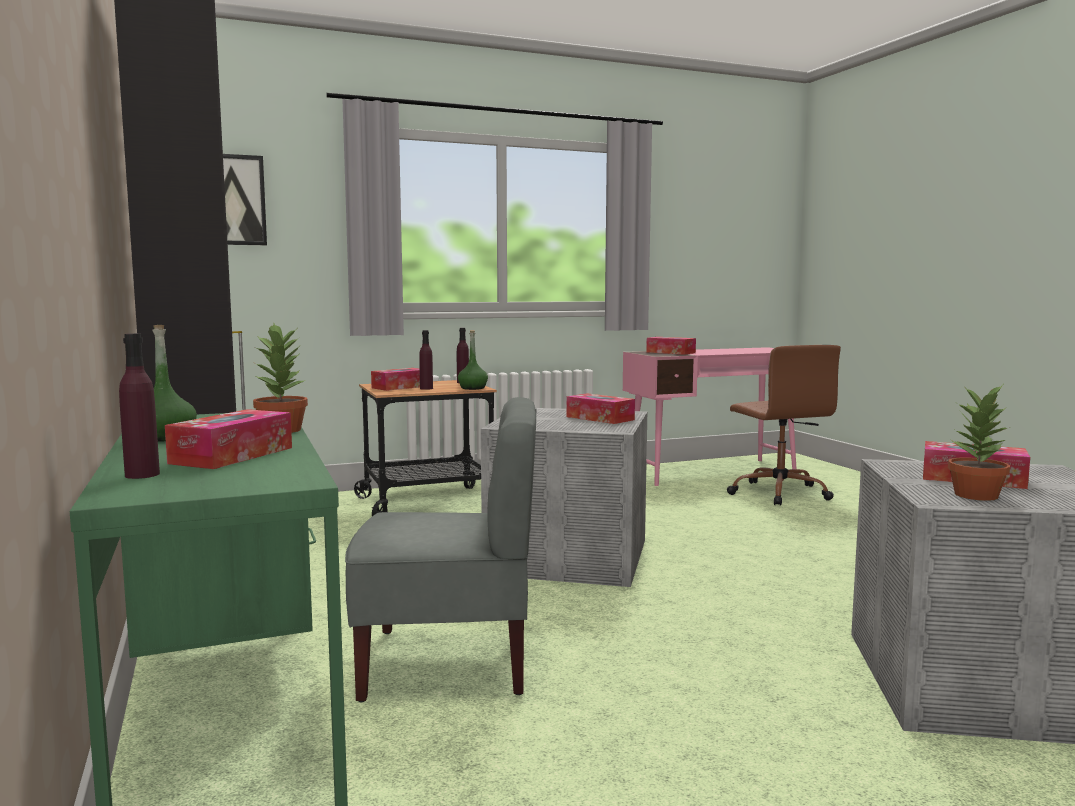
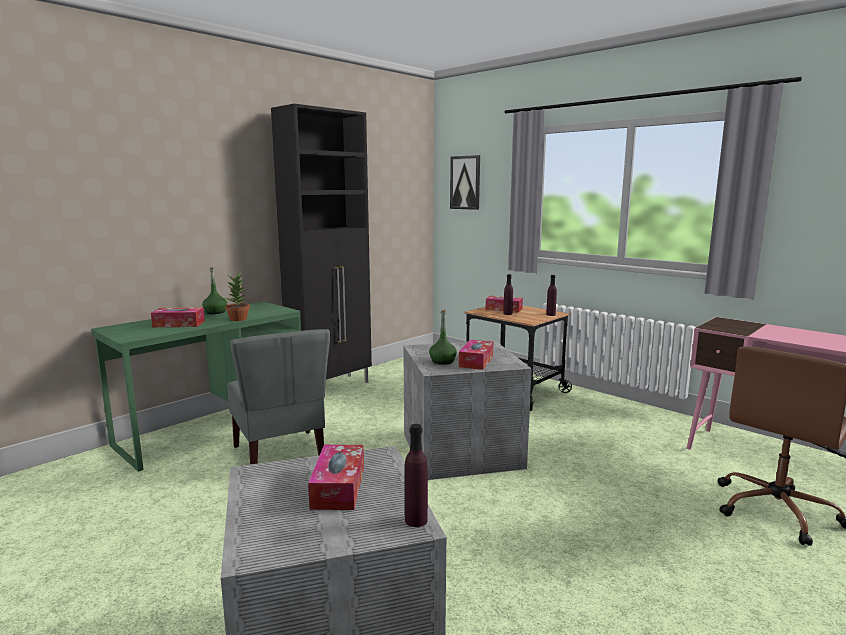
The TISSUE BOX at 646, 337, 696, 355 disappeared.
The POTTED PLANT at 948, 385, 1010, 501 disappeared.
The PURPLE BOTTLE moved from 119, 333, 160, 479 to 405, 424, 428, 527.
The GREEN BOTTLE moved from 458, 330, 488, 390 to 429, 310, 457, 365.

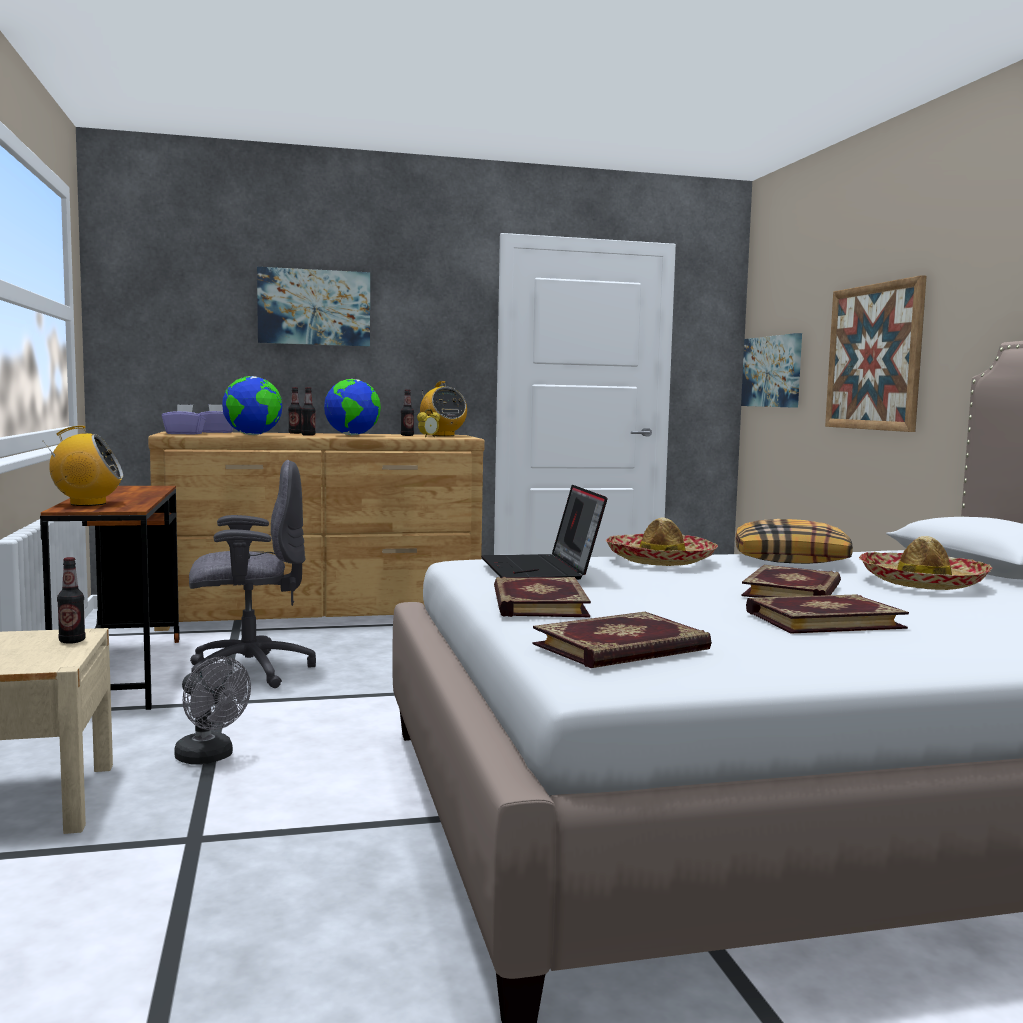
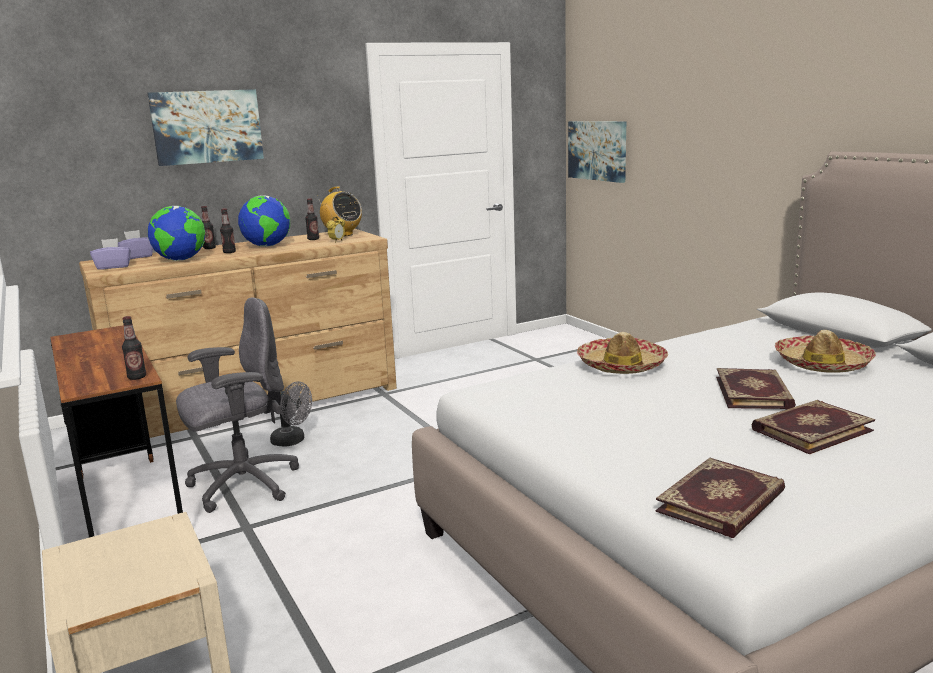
The RADIO at 43, 426, 123, 506 disappeared.
The LAPTOP at 481, 485, 607, 580 disappeared.
The BOOK at 494, 577, 591, 617 disappeared.
The PILLOW at 736, 519, 853, 564 disappeared.
The PICTURE at 825, 275, 927, 432 disappeared.
The BOTTLE moved from 57, 557, 85, 644 to 122, 316, 146, 380.
The GREY FAN moved from 174, 656, 251, 764 to 270, 382, 312, 447.

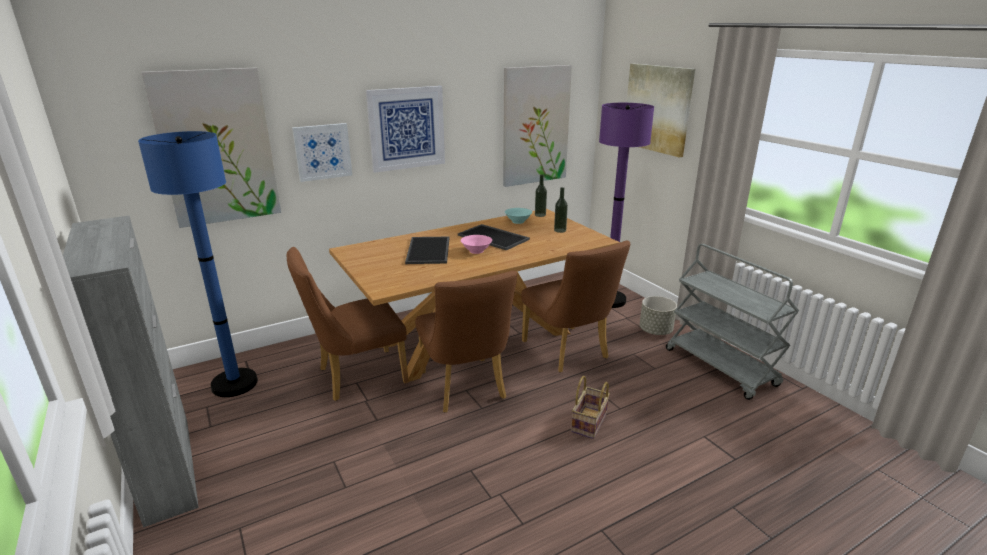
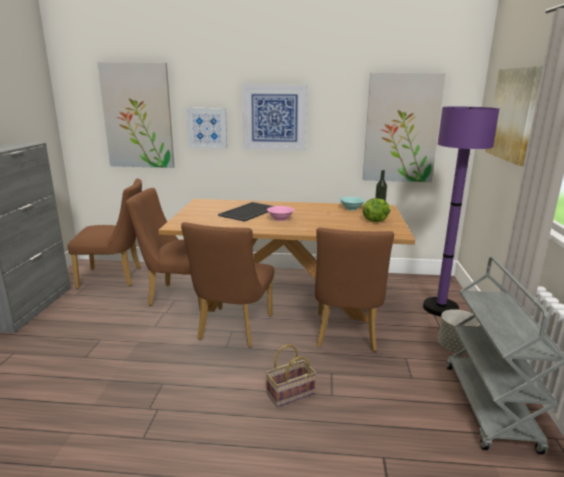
The TRAY at 458, 224, 530, 250 disappeared.
The BLUE FLOOR LAMP at 138, 131, 258, 397 was replaced by the BROWN CHAIR at 67, 178, 142, 289.
The BOTTLE at 554, 187, 568, 233 was replaced by the LETTUCE at 362, 198, 391, 222.

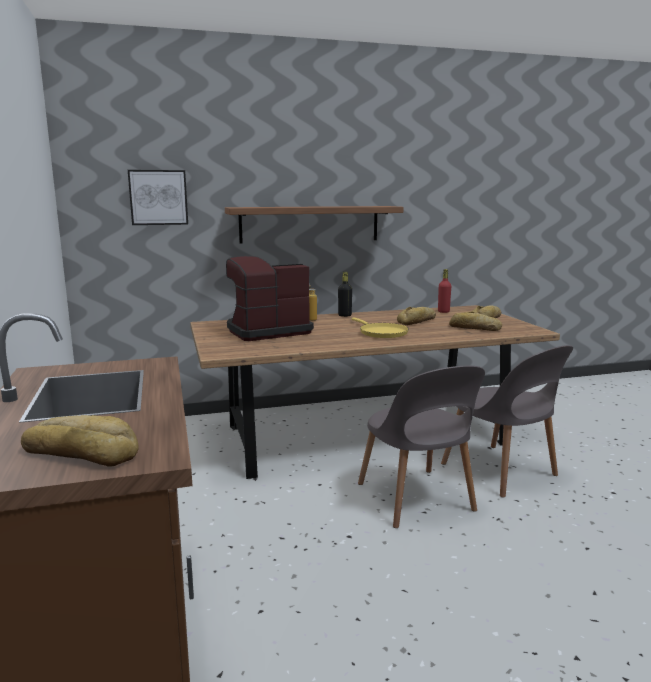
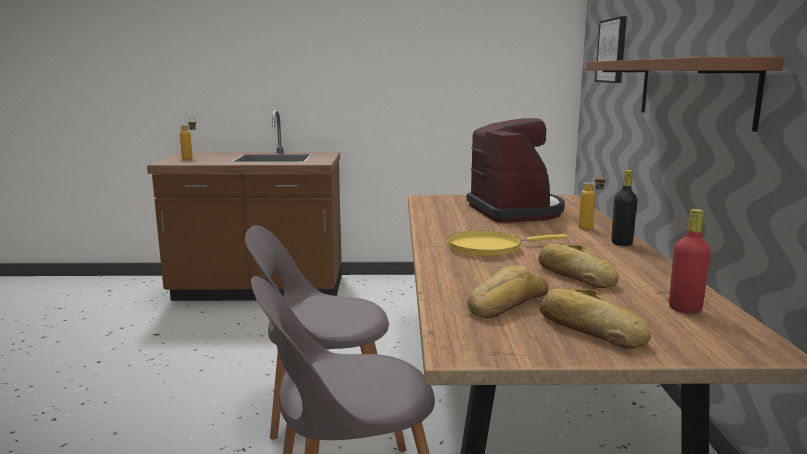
The BREAD at 21, 415, 139, 466 was replaced by the BOTTLE at 180, 117, 196, 160.

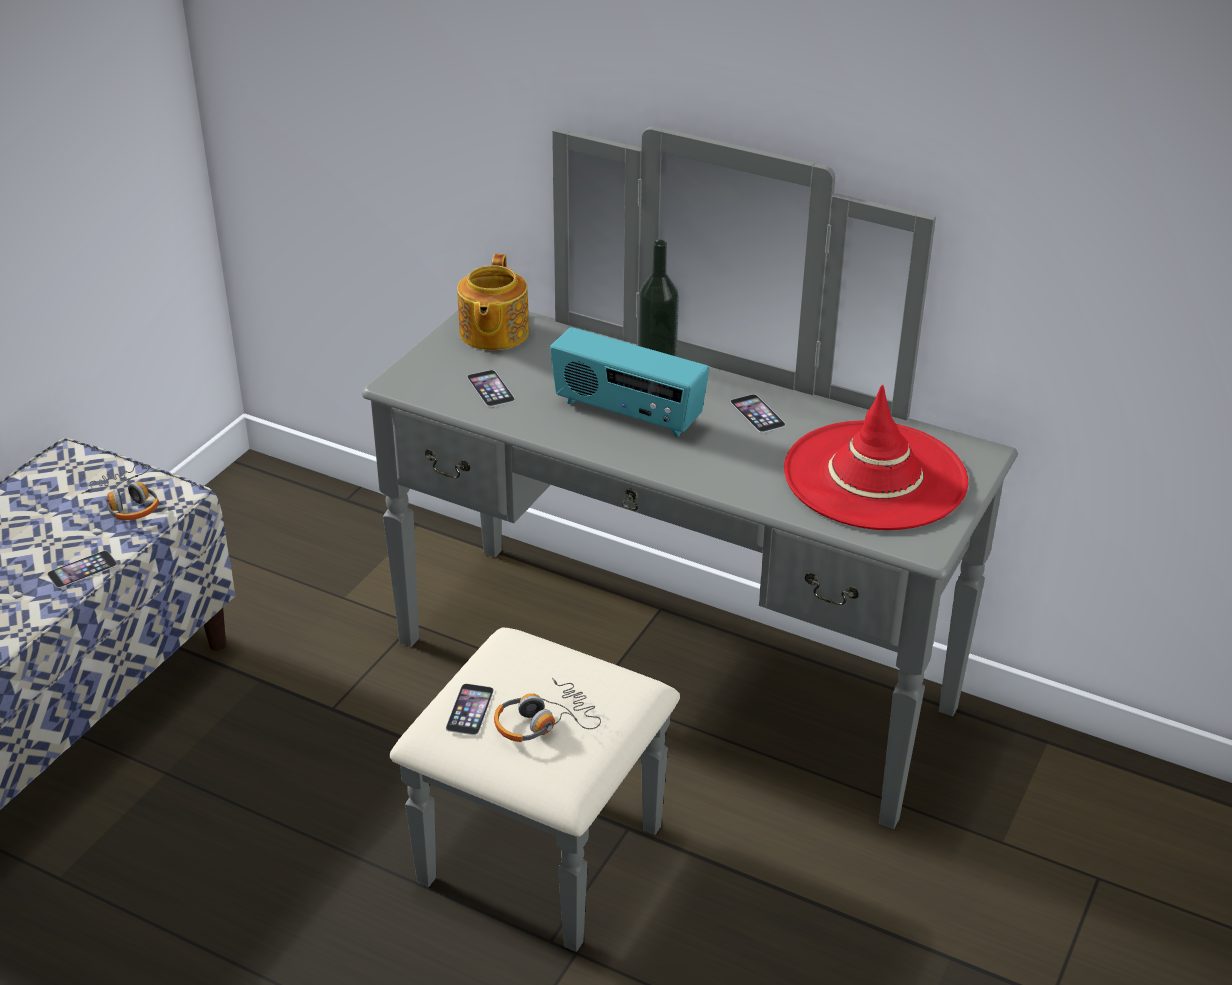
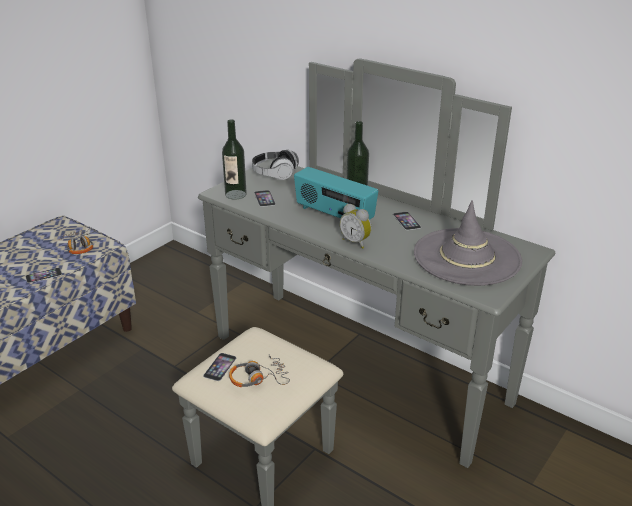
The BOTTLE at 222, 119, 247, 200 appeared.
The ALARM CLOCK at 340, 204, 372, 249 appeared.
The TEAPOT at 457, 254, 529, 350 was replaced by the HEADPHONES at 252, 150, 299, 180.
The RED HAT at 784, 385, 968, 530 became the GREY HAT at 414, 200, 522, 286.

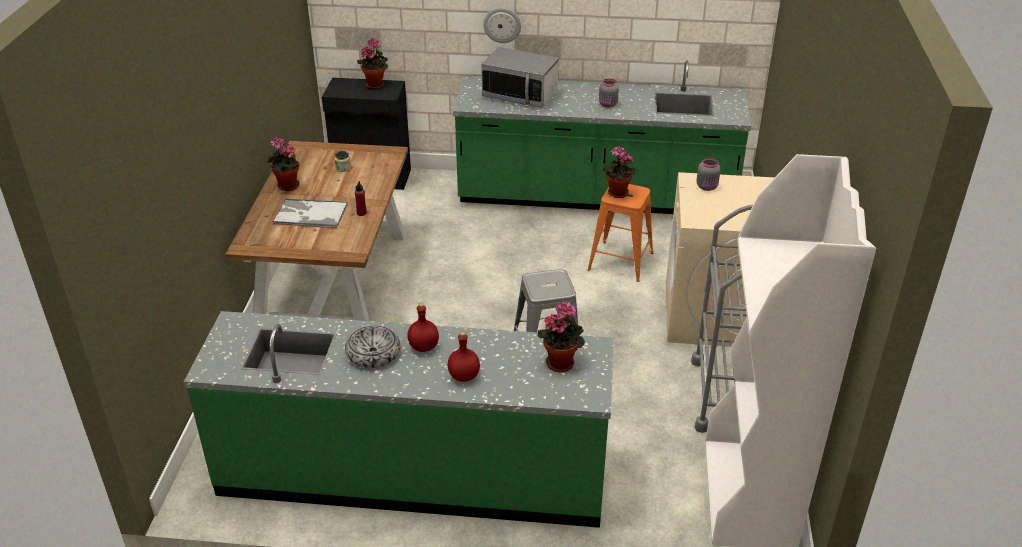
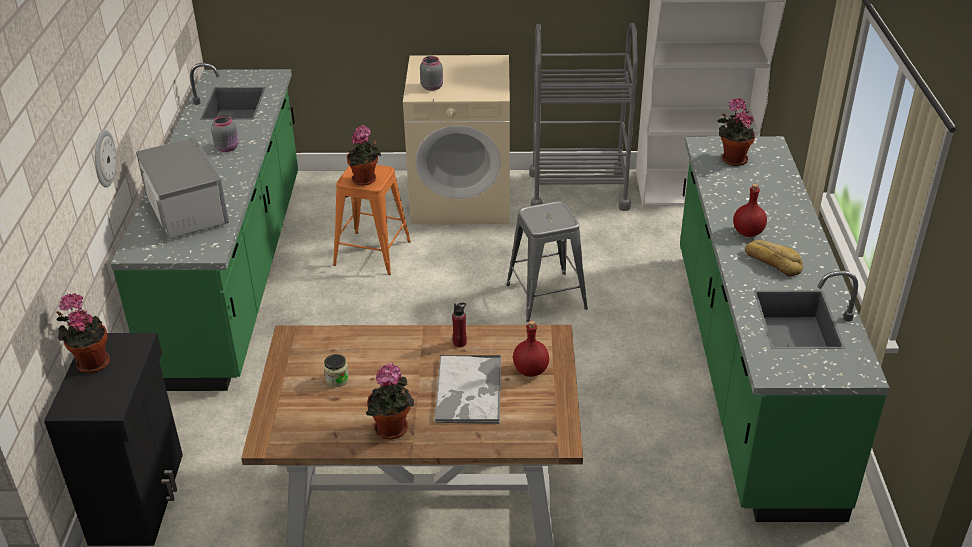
The RED BOTTLE moved from 448, 332, 480, 382 to 513, 320, 549, 377.
The BOWL at 345, 325, 400, 368 was replaced by the BREAD at 745, 240, 803, 277.
The MICROWAVE at 481, 47, 559, 108 turned 45 degrees counterclockwise.

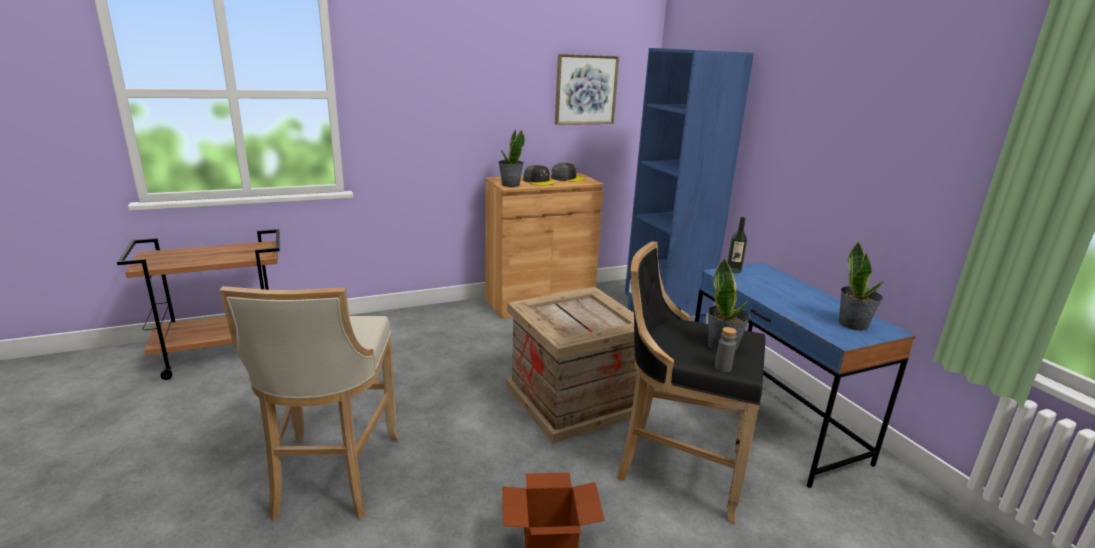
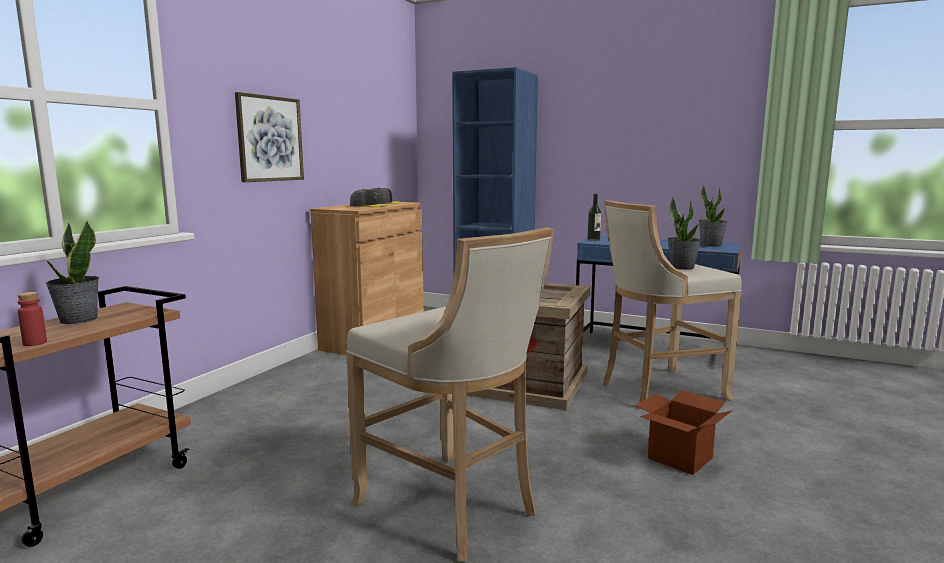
The GREY BOTTLE at 715, 327, 737, 372 disappeared.
The RED BOTTLE at 18, 292, 47, 346 appeared.
The POTTED PLANT moved from 498, 129, 525, 187 to 45, 221, 99, 324.
The PICTURE moved from 555, 54, 619, 125 to 235, 92, 304, 182.
The BLACK STOOL at 617, 242, 765, 524 became the BEIGE STOOL at 603, 200, 742, 409.

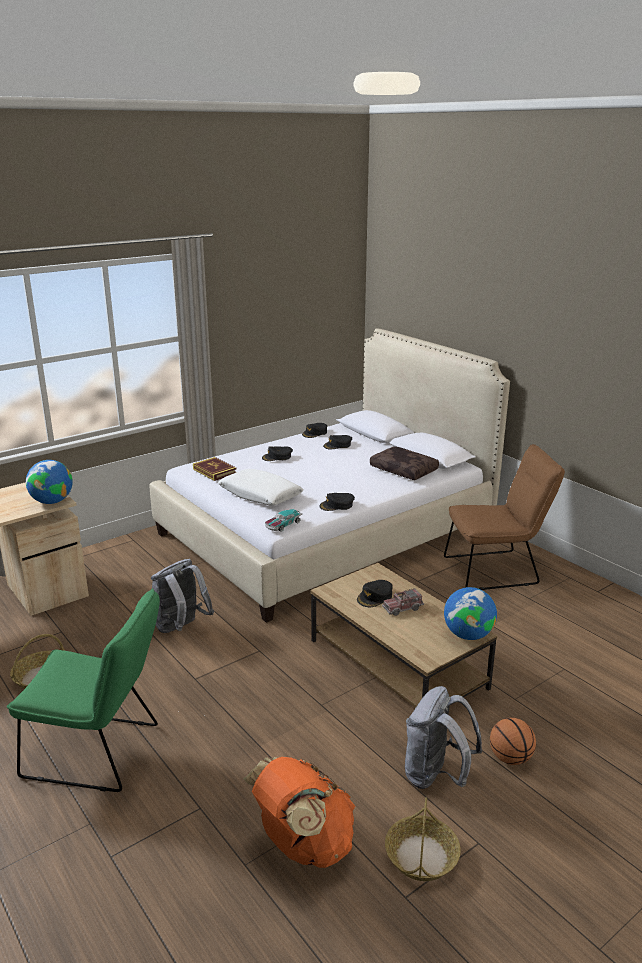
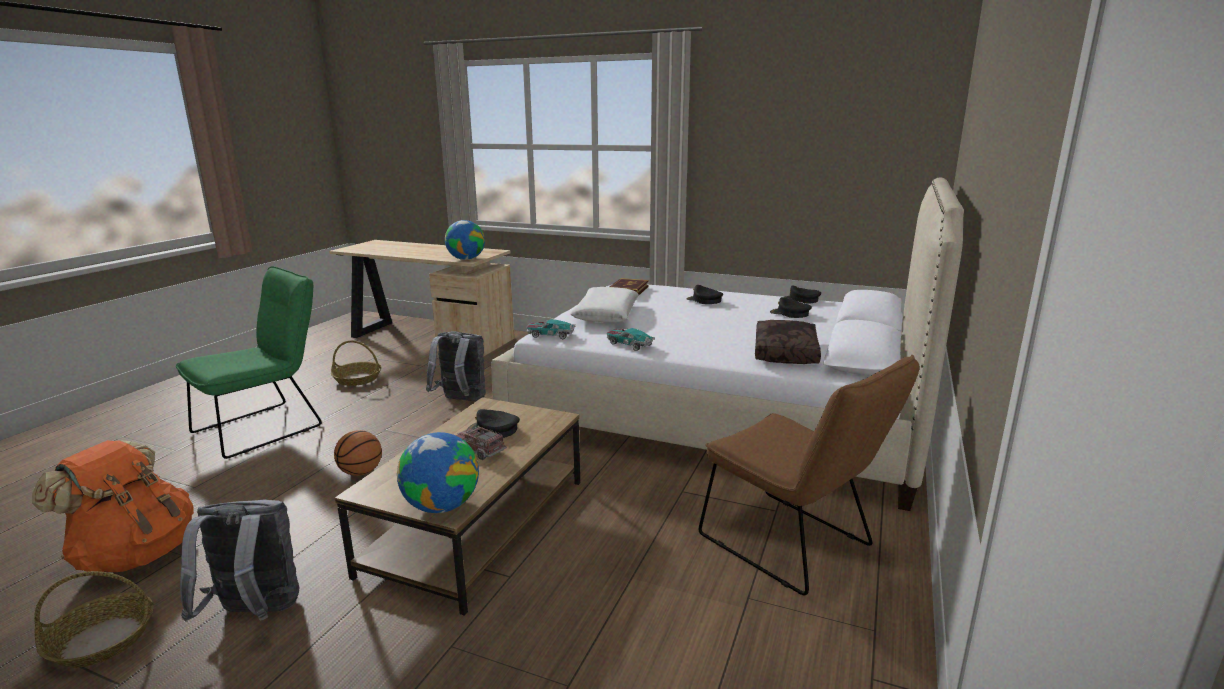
The BASKETBALL moved from 490, 718, 536, 765 to 334, 430, 382, 476.
The BLACK CAP at 319, 493, 355, 511 was replaced by the TOY CAR at 607, 328, 655, 351.
The GREEN CHAIR at 7, 589, 160, 792 turned 120 degrees counterclockwise.

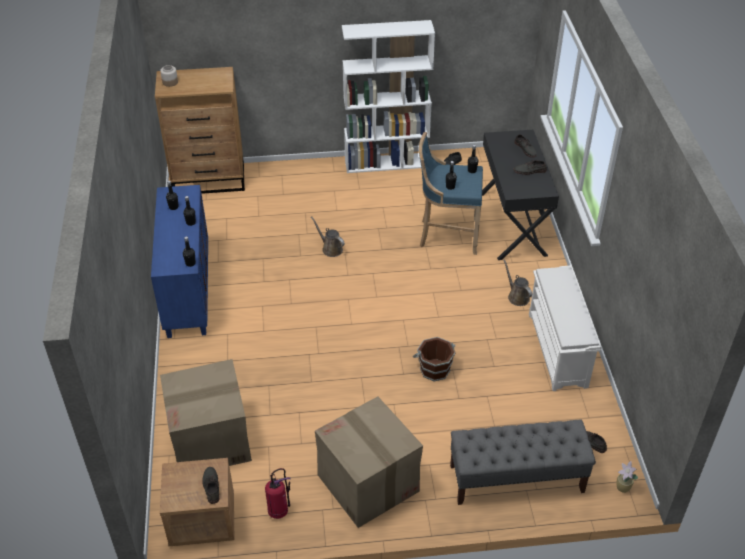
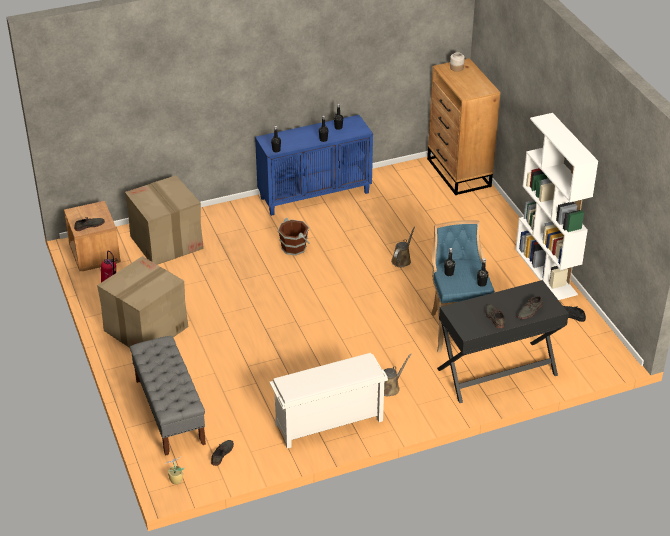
The BROWN BUCKET moved from 413, 337, 456, 382 to 278, 218, 310, 256.

